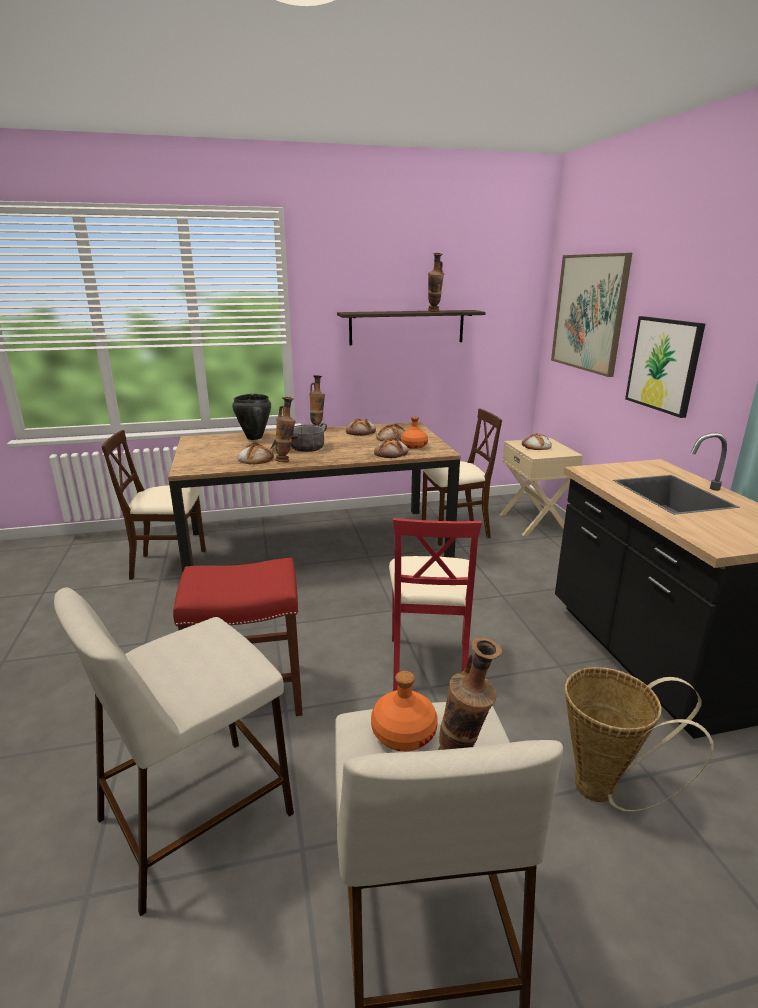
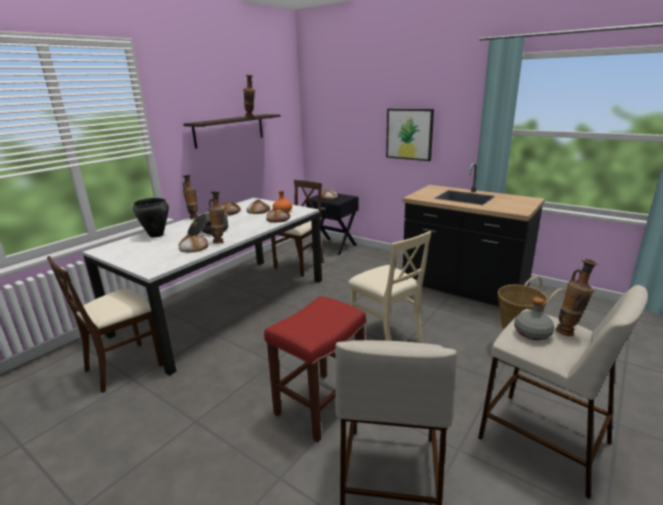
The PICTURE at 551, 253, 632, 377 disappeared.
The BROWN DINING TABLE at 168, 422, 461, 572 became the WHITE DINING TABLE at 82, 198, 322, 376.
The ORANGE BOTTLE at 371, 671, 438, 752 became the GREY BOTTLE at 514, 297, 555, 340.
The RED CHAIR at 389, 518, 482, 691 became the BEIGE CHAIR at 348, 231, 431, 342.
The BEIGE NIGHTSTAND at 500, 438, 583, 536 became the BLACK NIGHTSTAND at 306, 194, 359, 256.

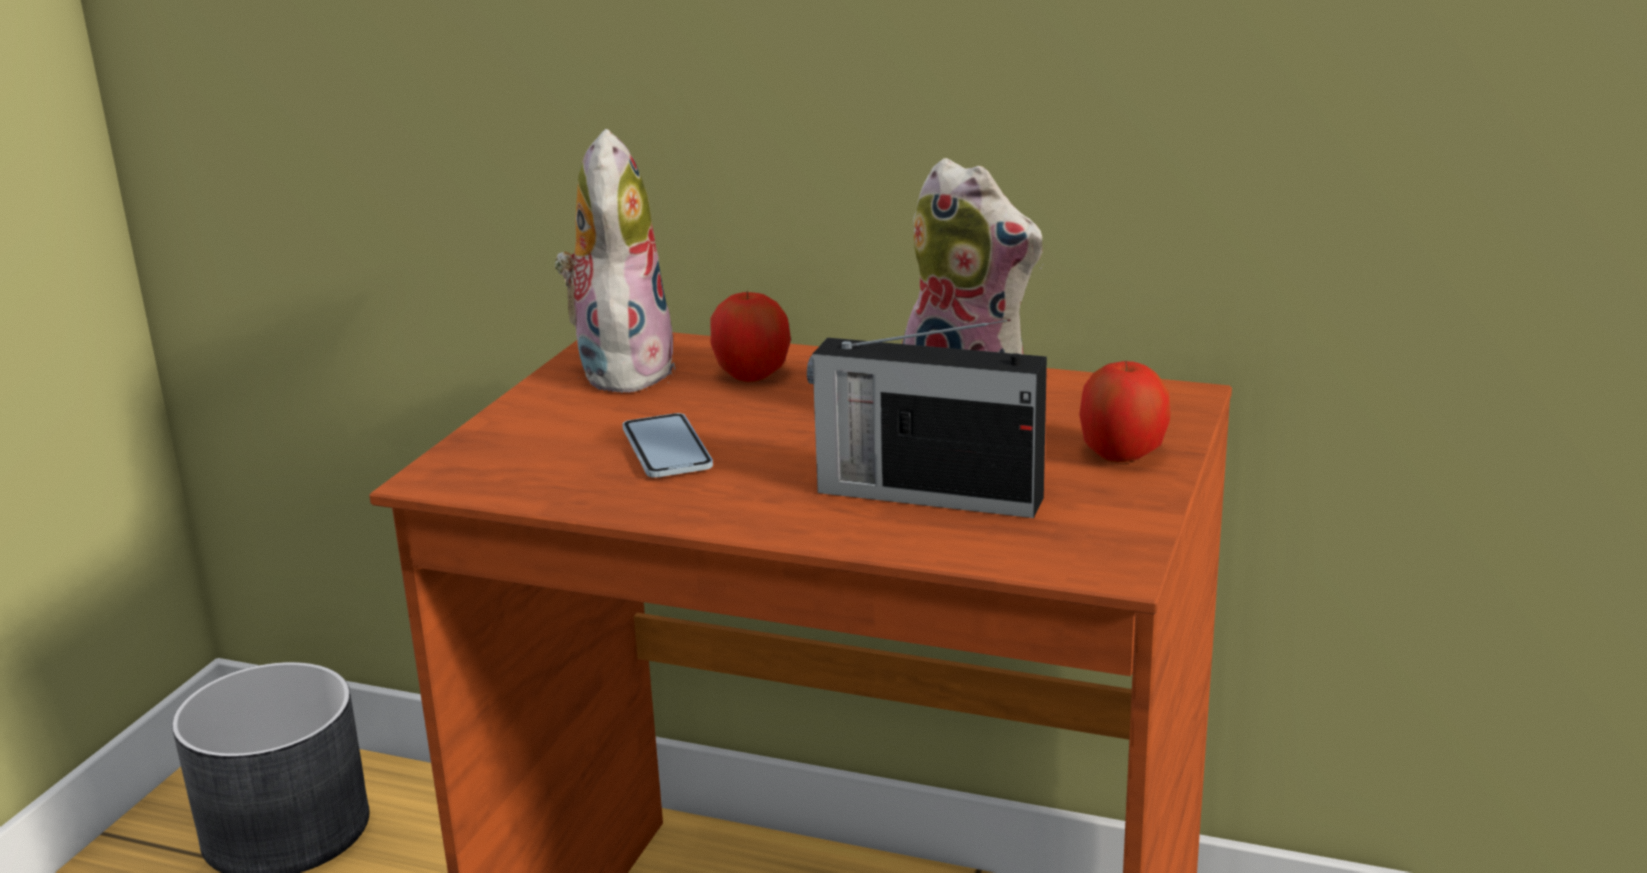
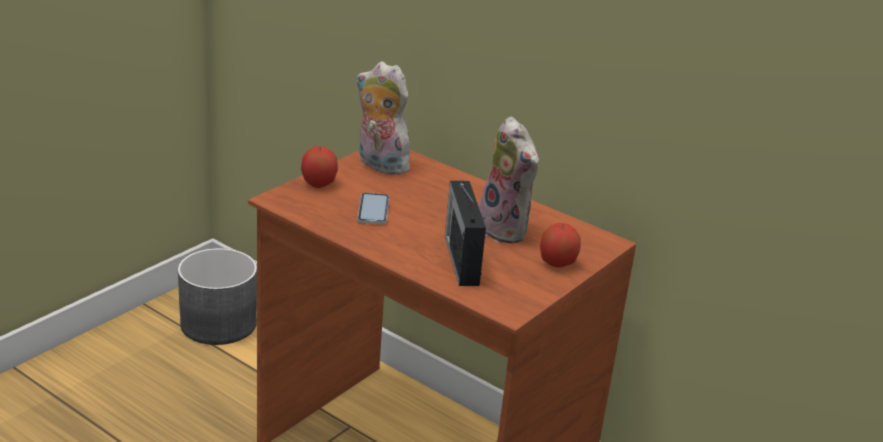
The APPLE moved from 710, 290, 791, 382 to 301, 146, 338, 188.
The PLUSH TOY at 554, 129, 675, 393 turned 75 degrees counterclockwise.
The RADIO at 807, 319, 1047, 518 turned 45 degrees clockwise.

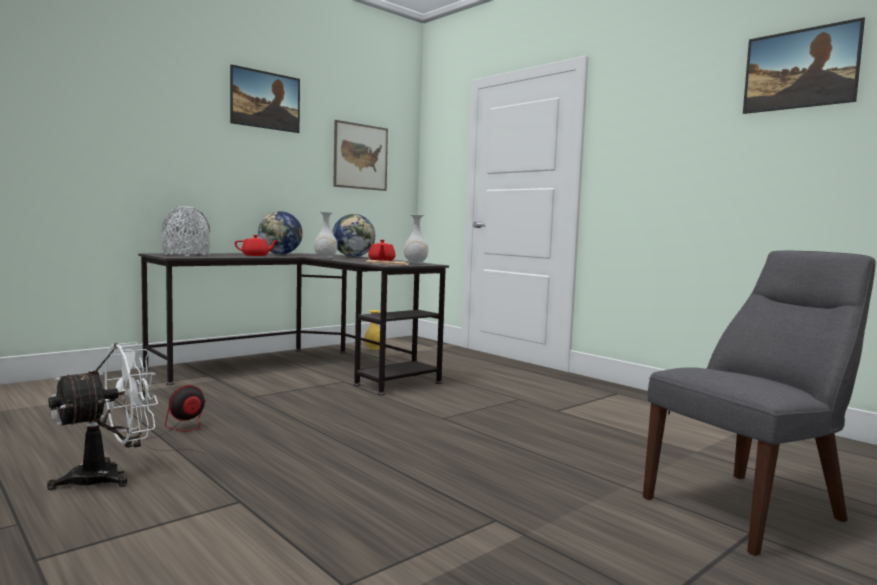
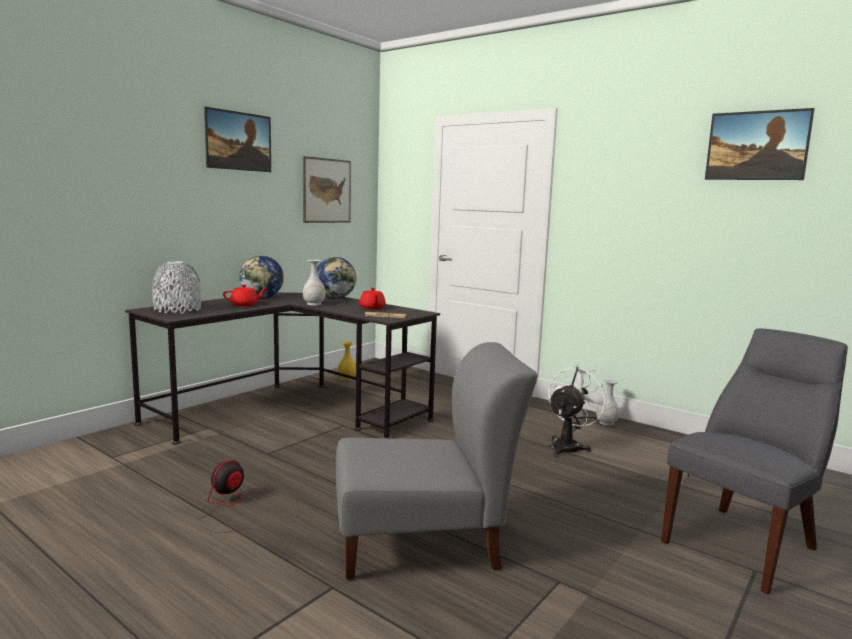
The GREY CHAIR at 336, 342, 537, 580 appeared.
The WHITE FAN moved from 47, 342, 158, 490 to 548, 365, 610, 457.
The WHITE VASE moved from 404, 214, 428, 264 to 596, 379, 619, 426.

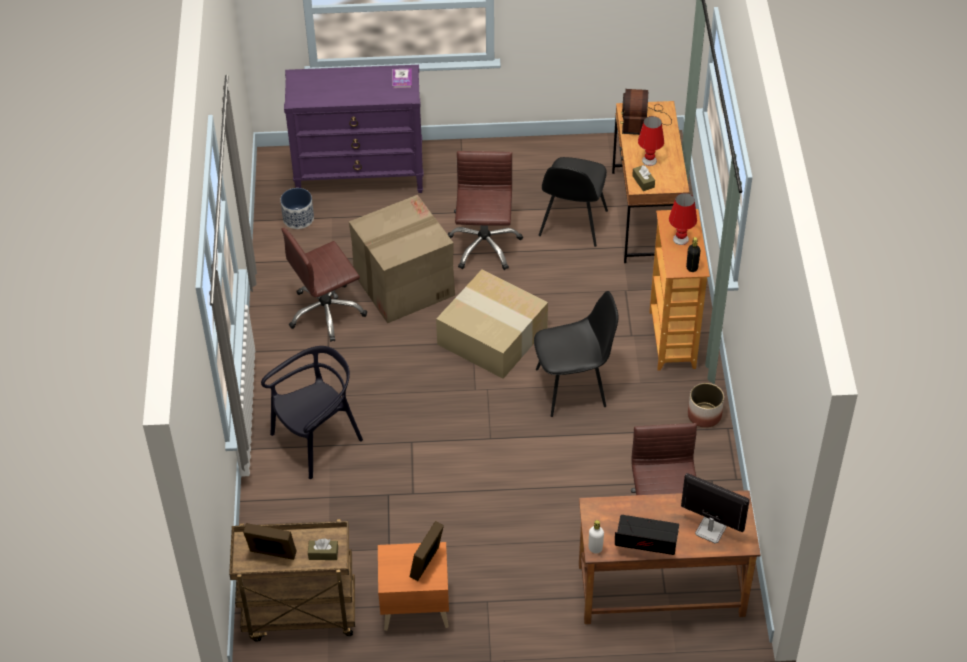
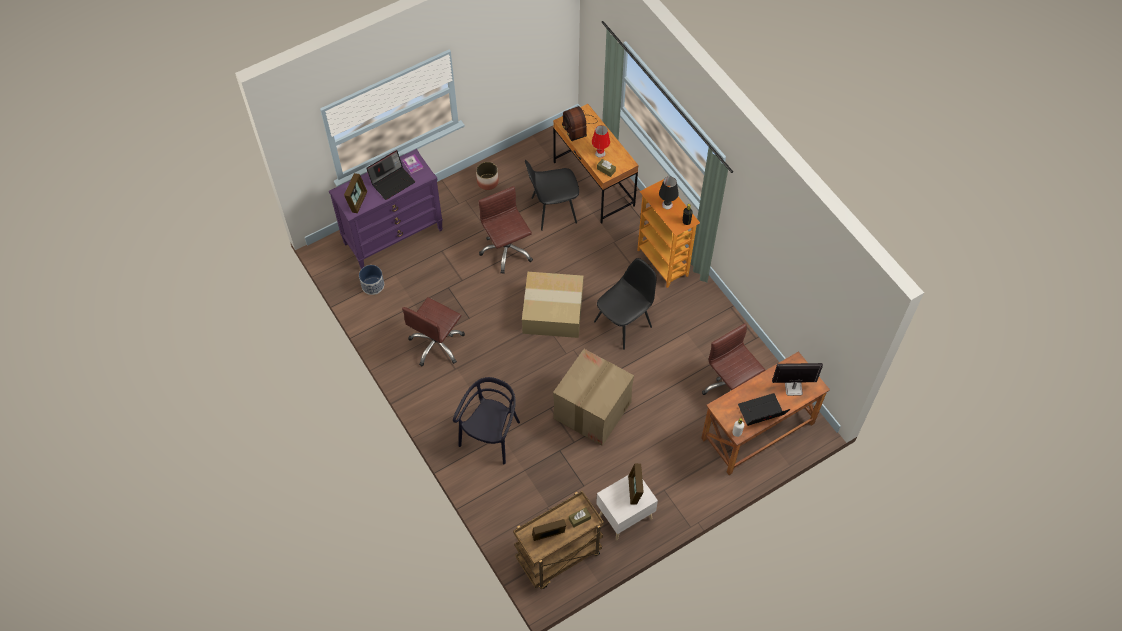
The PICTURE FRAME at 344, 173, 367, 213 appeared.
The LAPTOP at 366, 150, 415, 200 appeared.
The CARDBOARD BOX moved from 349, 195, 455, 323 to 553, 349, 634, 446.
The PLANTER moved from 688, 383, 724, 428 to 476, 162, 499, 190.
The ORANGE NIGHTSTAND at 378, 542, 449, 631 became the WHITE NIGHTSTAND at 596, 475, 658, 540.
The RED TABLE LAMP at 669, 193, 697, 245 became the BLACK TABLE LAMP at 659, 176, 679, 209.
The BLACK CHAIR at 539, 157, 608, 247 turned 90 degrees clockwise.

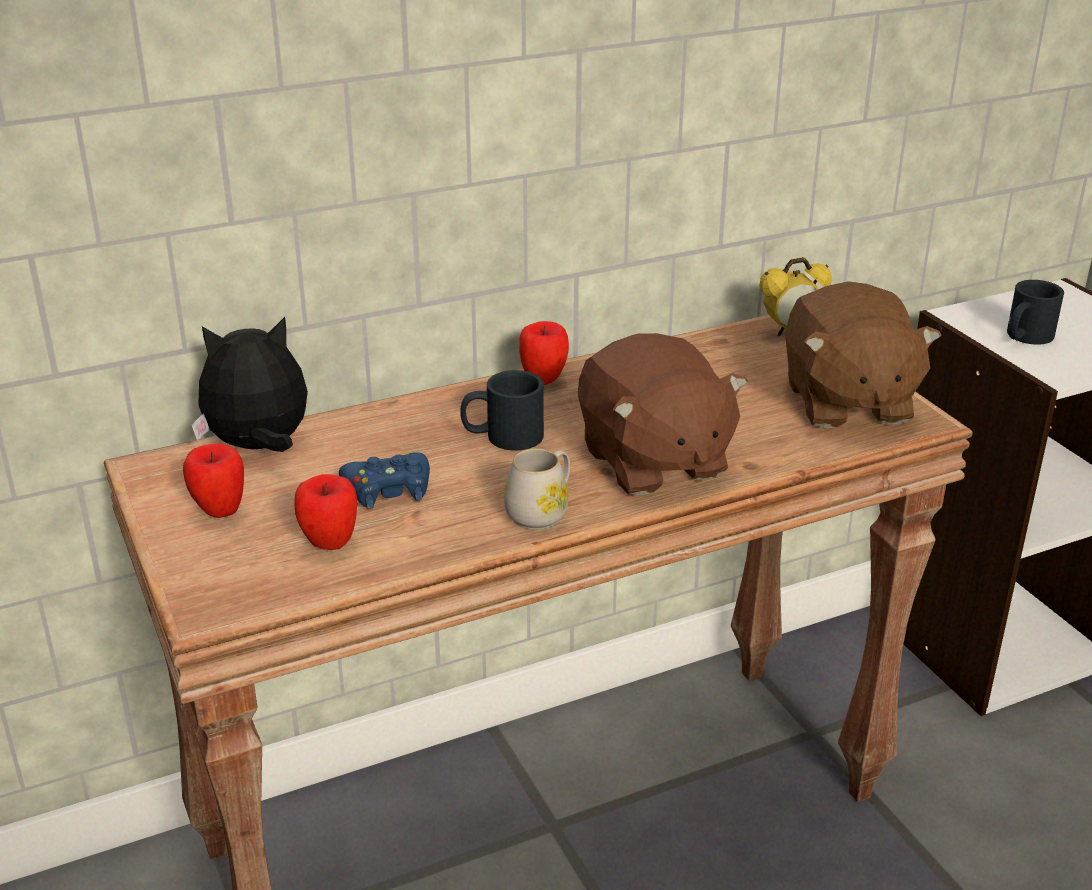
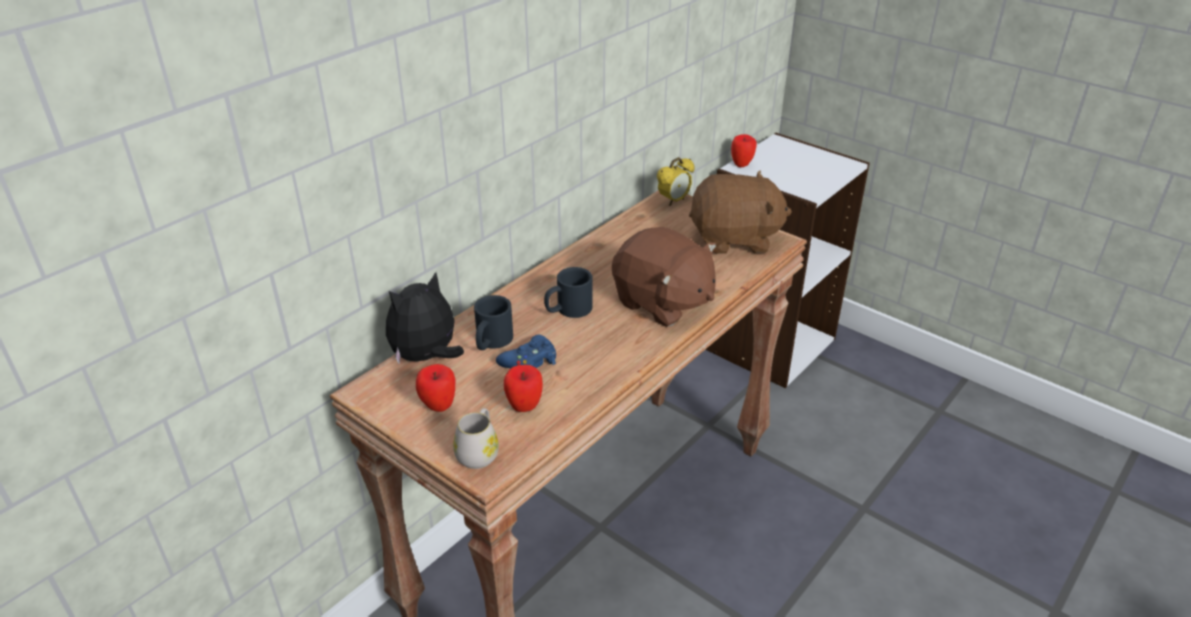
The WHITE MUG moved from 504, 448, 570, 530 to 453, 408, 499, 469.
The APPLE moved from 519, 321, 569, 385 to 731, 134, 756, 167.
The BLACK MUG moved from 1007, 280, 1064, 345 to 474, 295, 513, 350.
The BROWN PLUSH TOY at 785, 281, 942, 428 turned 60 degrees counterclockwise.

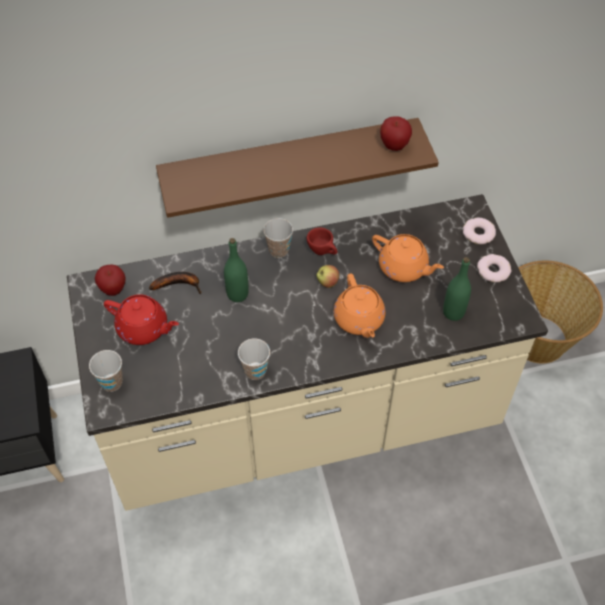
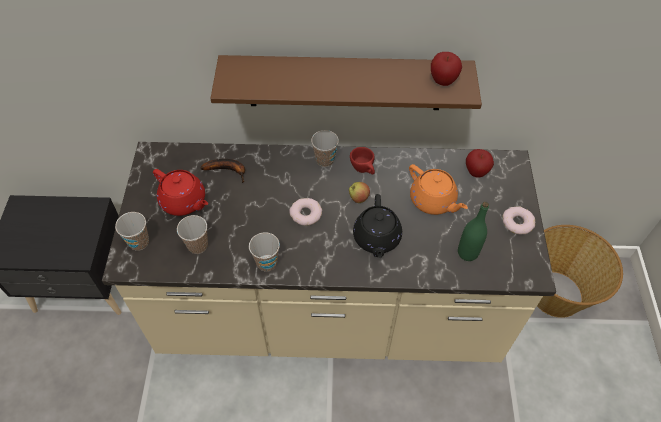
The GREEN BOTTLE at 224, 238, 249, 302 disappeared.
The CUP at 177, 215, 208, 254 appeared.
The APPLE moved from 95, 265, 126, 296 to 466, 149, 494, 178.
The DONUT moved from 463, 218, 496, 244 to 289, 198, 322, 225.
The ORANGE TEAPOT at 334, 273, 386, 338 became the BLACK TEAPOT at 353, 194, 402, 258.

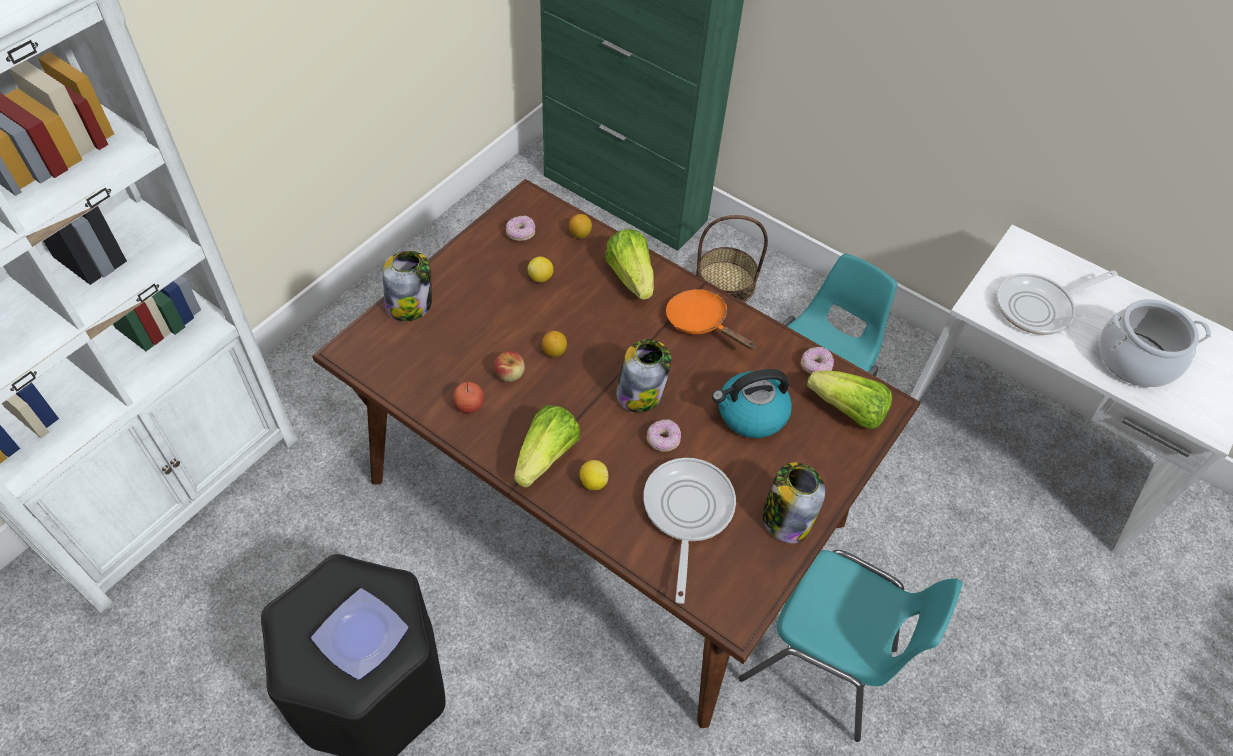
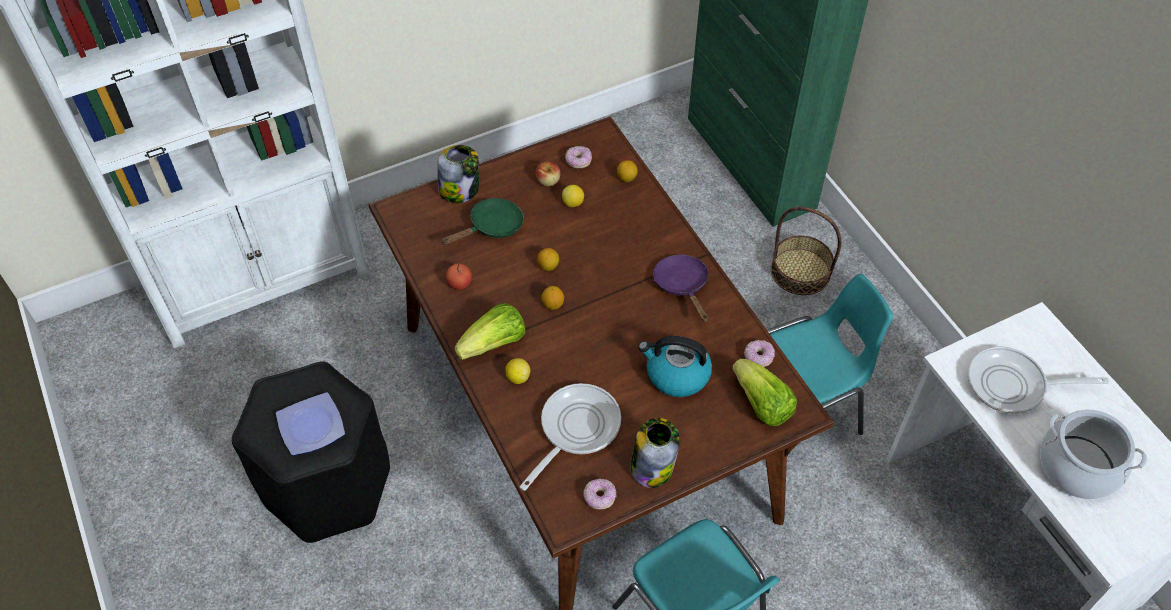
The LETTUCE at 605, 229, 654, 300 disappeared.
The JAR at 616, 339, 671, 413 disappeared.
The GREEN FRYING PAN at 441, 198, 524, 245 appeared.
The LEMON at 542, 286, 564, 310 appeared.
The APPLE moved from 494, 351, 525, 382 to 536, 161, 560, 186.
The DONUT moved from 647, 419, 681, 452 to 583, 479, 616, 510.
The ORANGE FRYING PAN at 666, 289, 756, 350 became the PURPLE FRYING PAN at 653, 255, 709, 322.

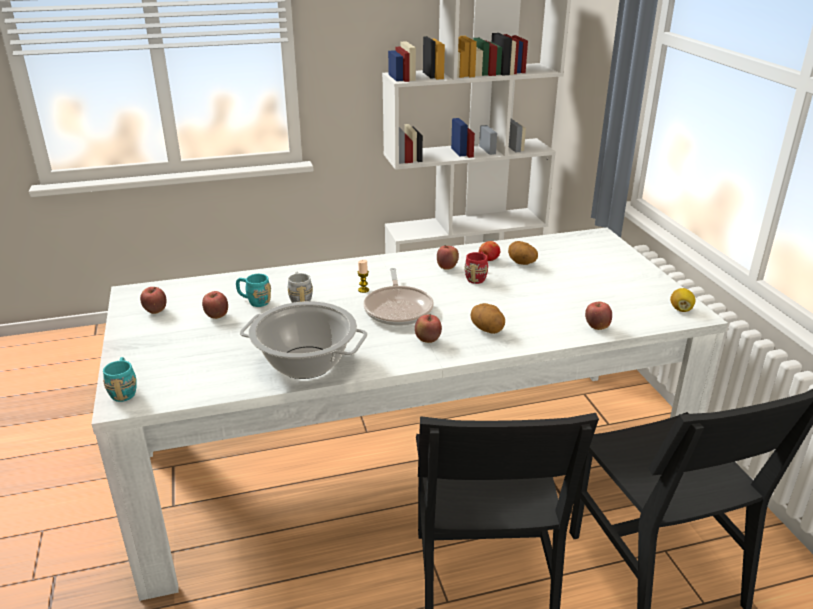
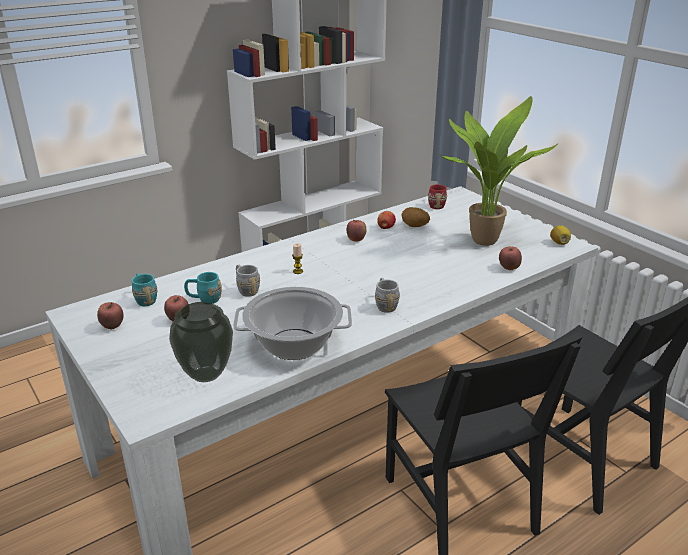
The FRYING PAN at 363, 268, 434, 326 disappeared.
The POTATO at 470, 303, 505, 334 disappeared.
The VASE at 169, 302, 233, 382 appeared.
The POTTED PLANT at 439, 96, 558, 246 appeared.
The TURQUOISE MUG moved from 103, 357, 137, 402 to 132, 273, 158, 306.
The RED MUG moved from 465, 251, 488, 284 to 428, 184, 447, 209.
The APPLE at 415, 314, 442, 343 was replaced by the GREY MUG at 375, 278, 400, 313.

